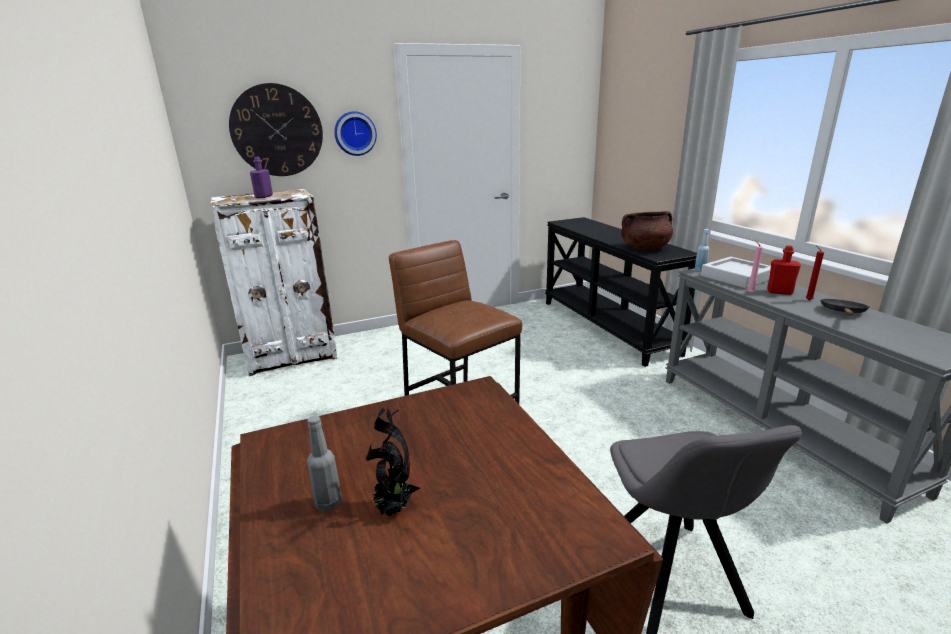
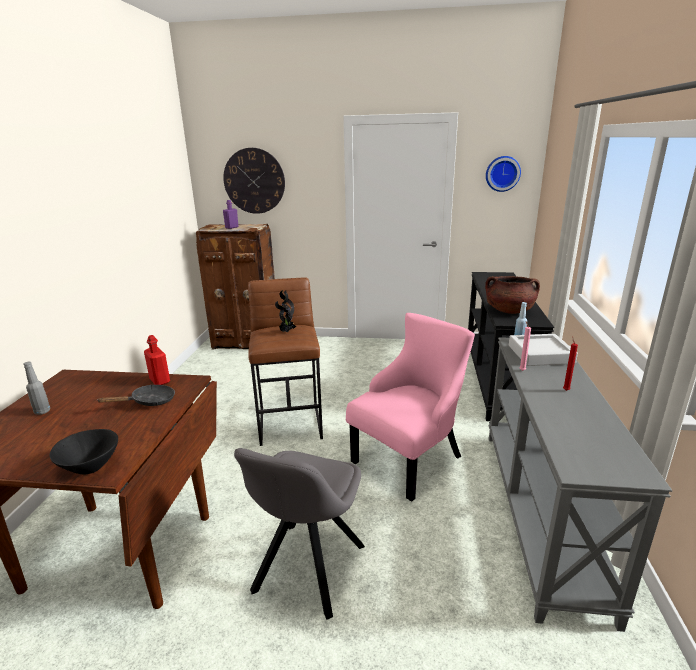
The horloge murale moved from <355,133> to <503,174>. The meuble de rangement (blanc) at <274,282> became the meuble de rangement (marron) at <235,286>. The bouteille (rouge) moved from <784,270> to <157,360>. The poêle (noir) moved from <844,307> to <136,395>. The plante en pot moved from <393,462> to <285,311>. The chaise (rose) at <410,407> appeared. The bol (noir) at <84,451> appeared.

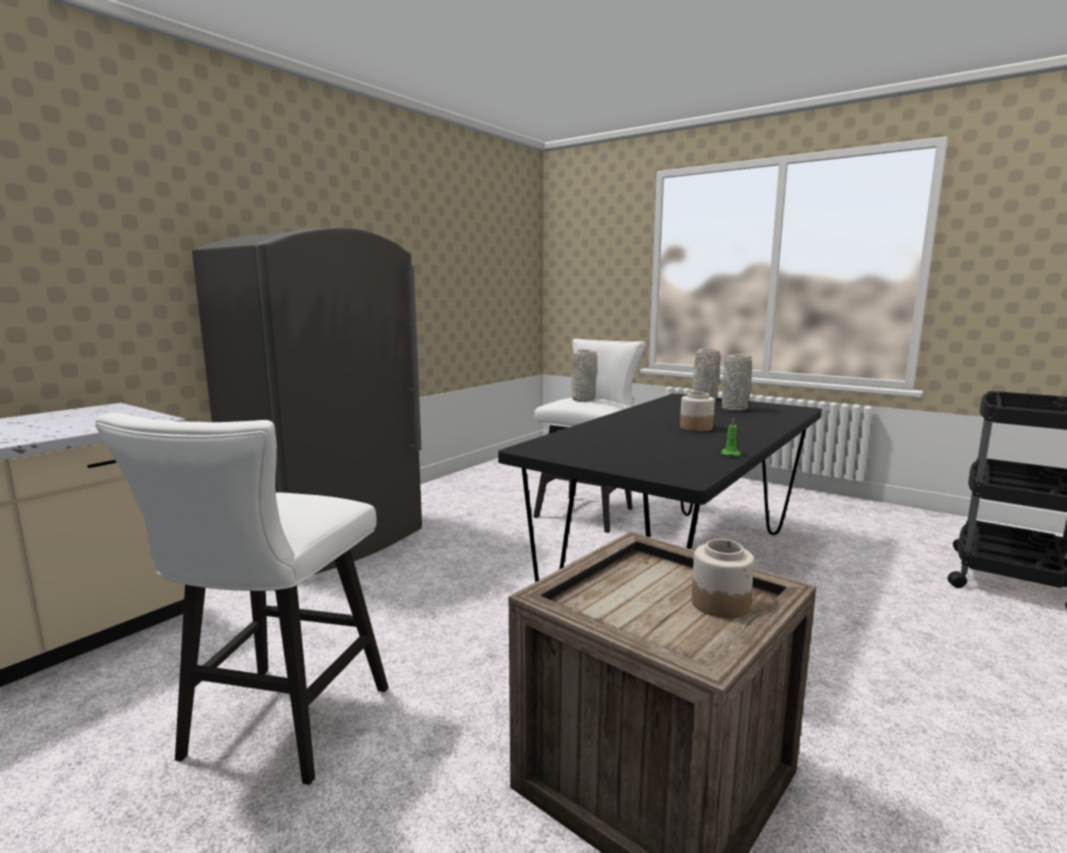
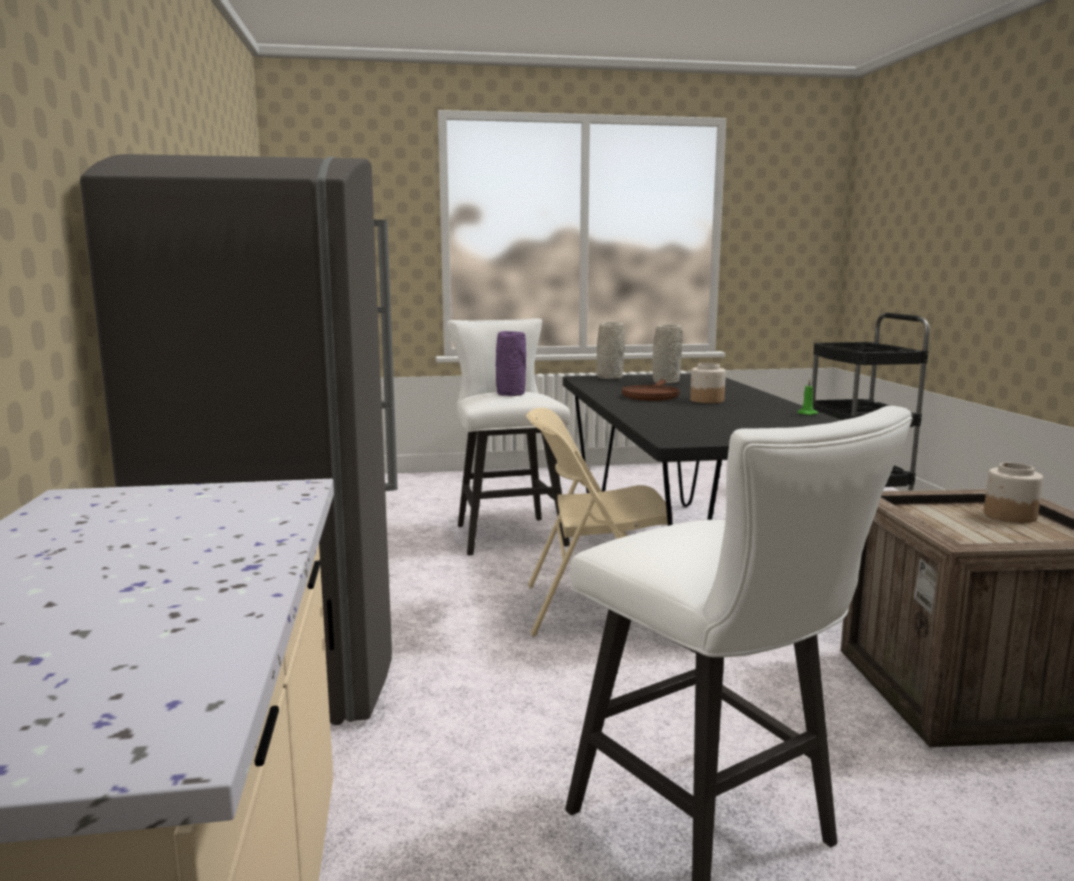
The vase (gris) at <584,375> became the vase (violet) at <511,363>. The poêle (marron) at <650,390> appeared. The chaise (beige) at <599,522> appeared.

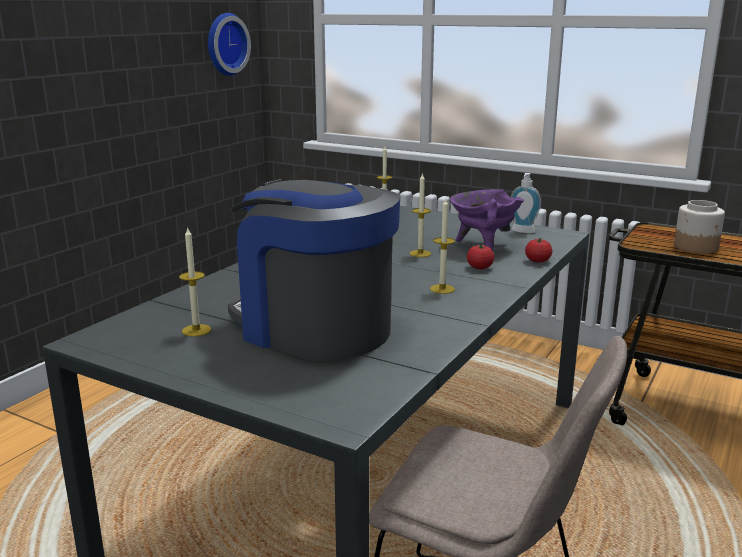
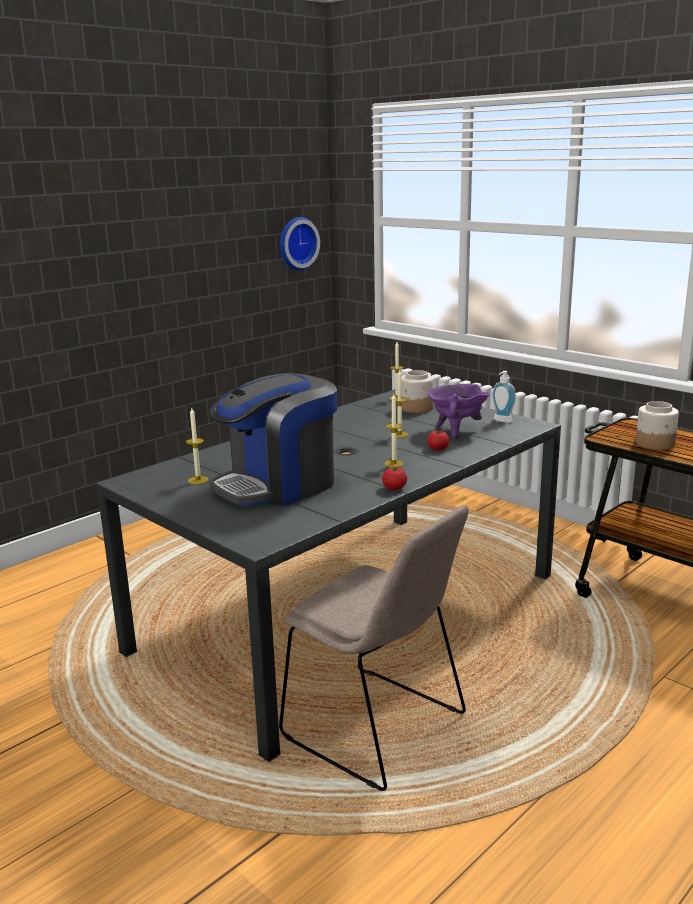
The machine à café at <314,270> turned 90 degrees counterclockwise. The tomate moved from <538,250> to <394,478>. The bocal at <418,391> appeared.

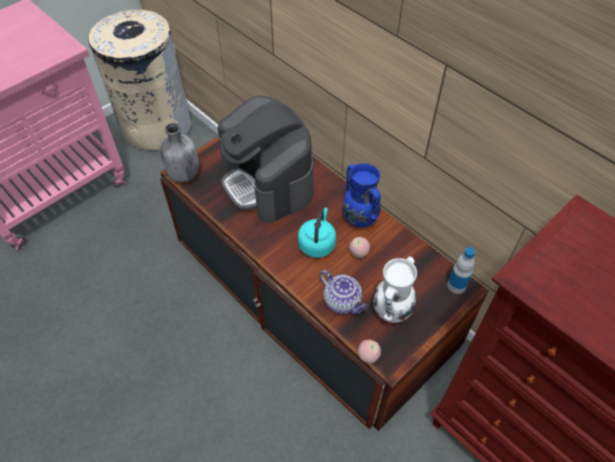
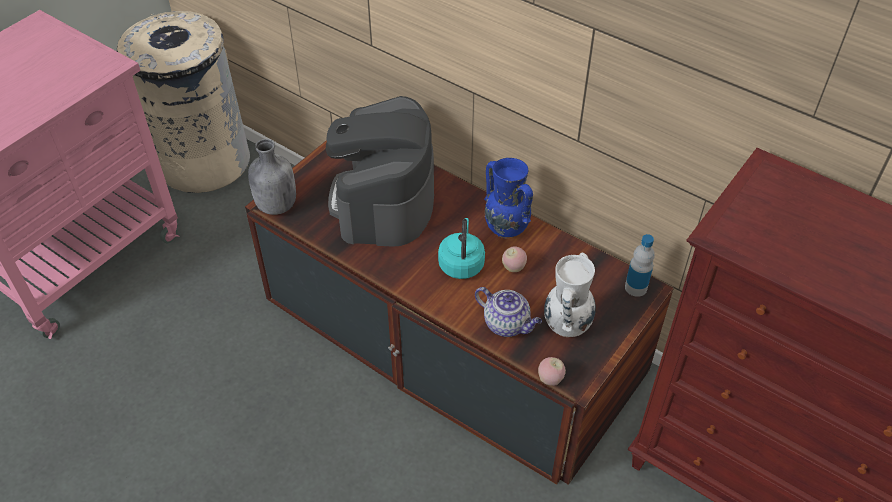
The machine à café at <265,159> turned 45 degrees clockwise.

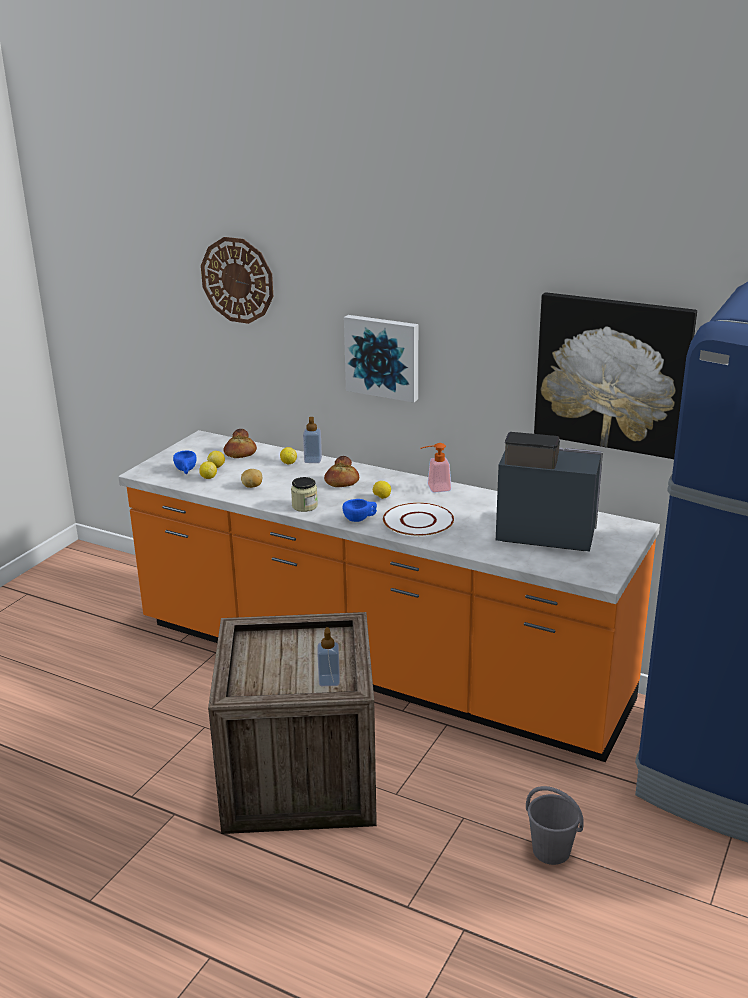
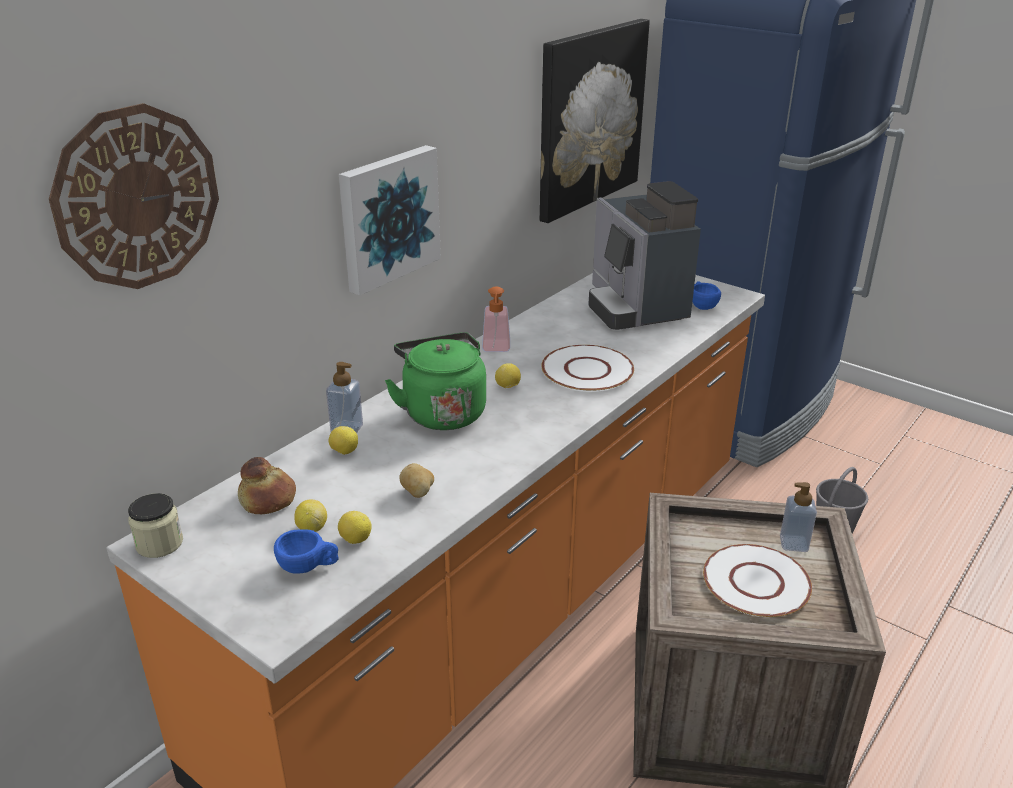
The machine à café at <549,491> turned 45 degrees counterclockwise. The pain at <341,471> was replaced by the bouilloire (vert) at <435,381>. The bocal moved from <304,494> to <155,525>. The tasse (bleu) moved from <359,510> to <706,295>. The assiette (blanc) at <757,580> appeared.

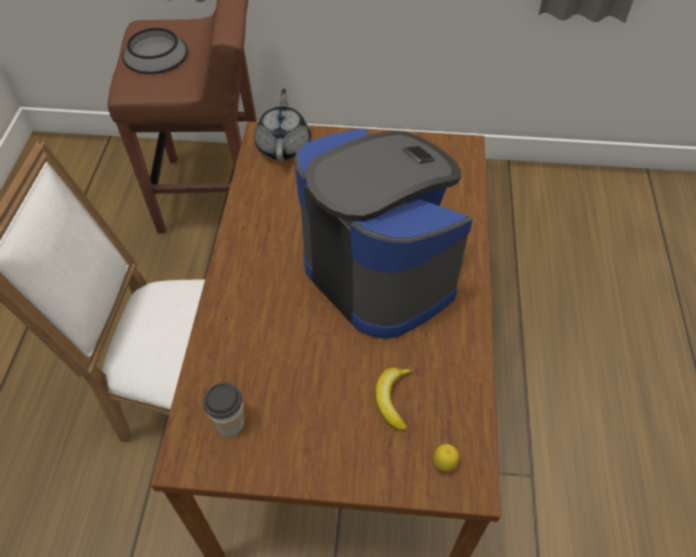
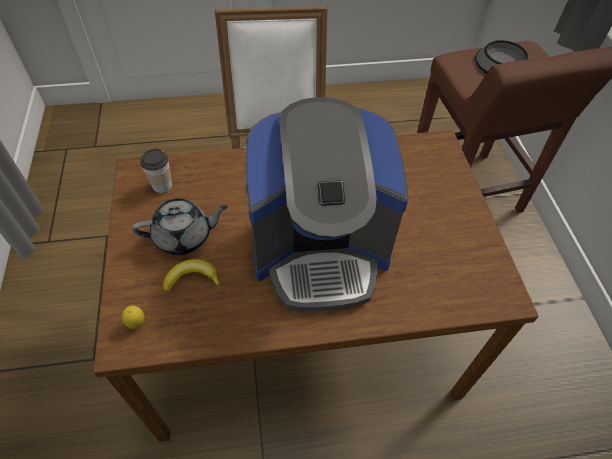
The théière (gris) moved from <283,125> to <180,226>. The machine à café at <384,233> turned 45 degrees clockwise.

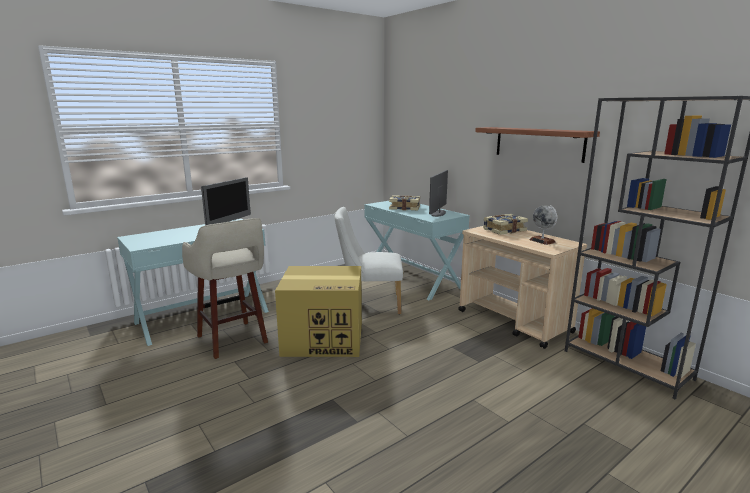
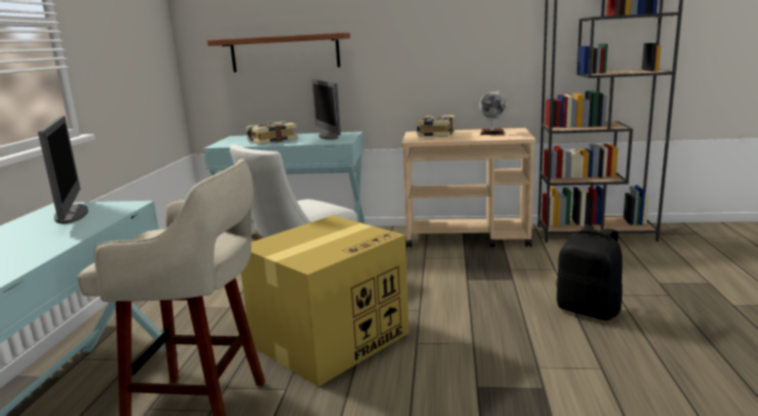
The étagère moved from <537,145> to <278,52>. The sac à dos (noir) at <589,272> appeared.

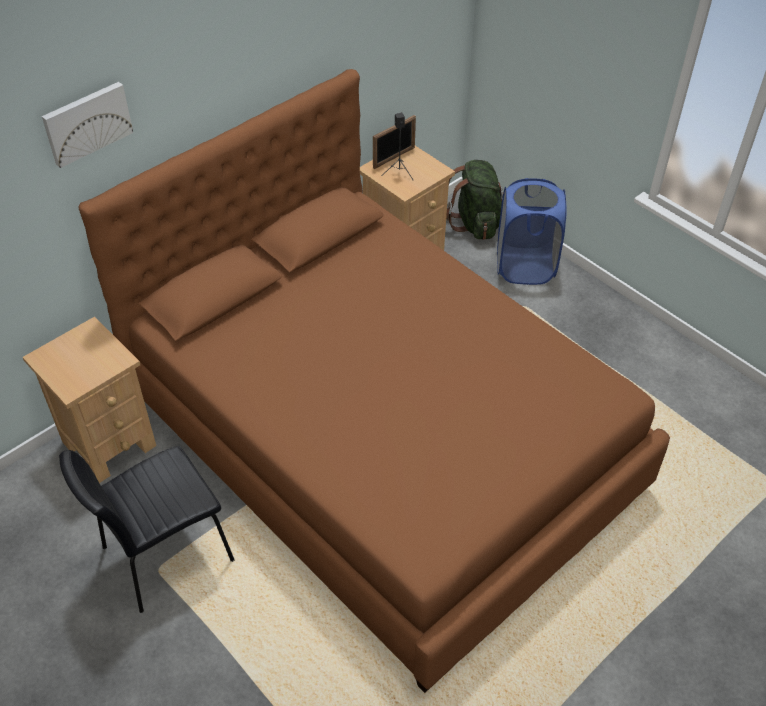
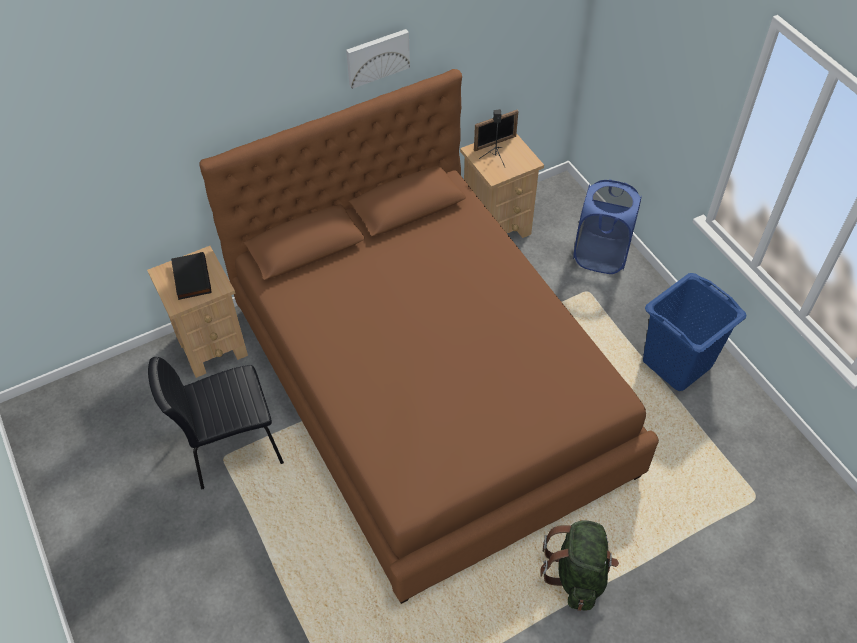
The tableau moved from <87,125> to <378,59>. The sac à dos (vert) moved from <475,200> to <580,565>. The livre (noir) at <191,276> appeared. The panier à linge (bleu) at <695,332> appeared.

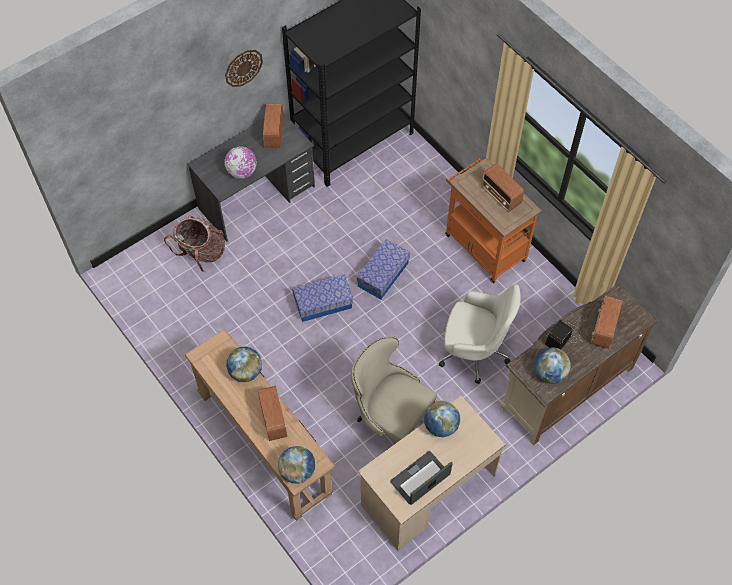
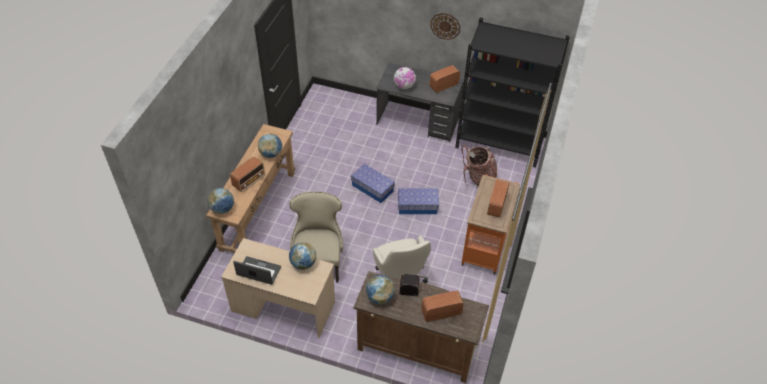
The sac à dos moved from <194,244> to <479,165>.

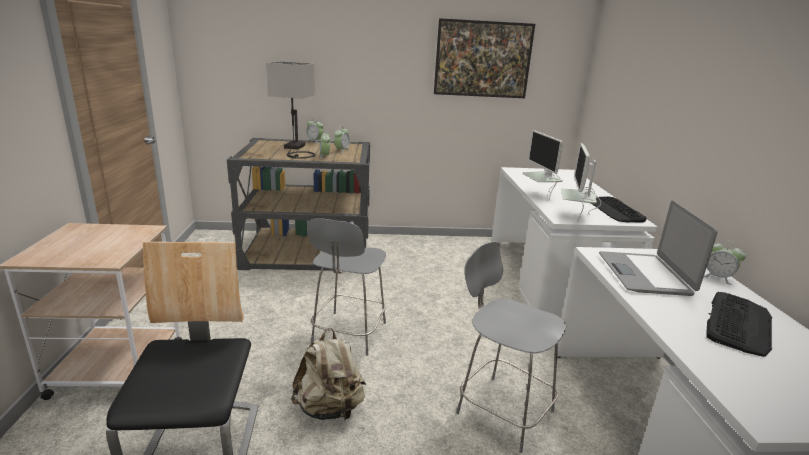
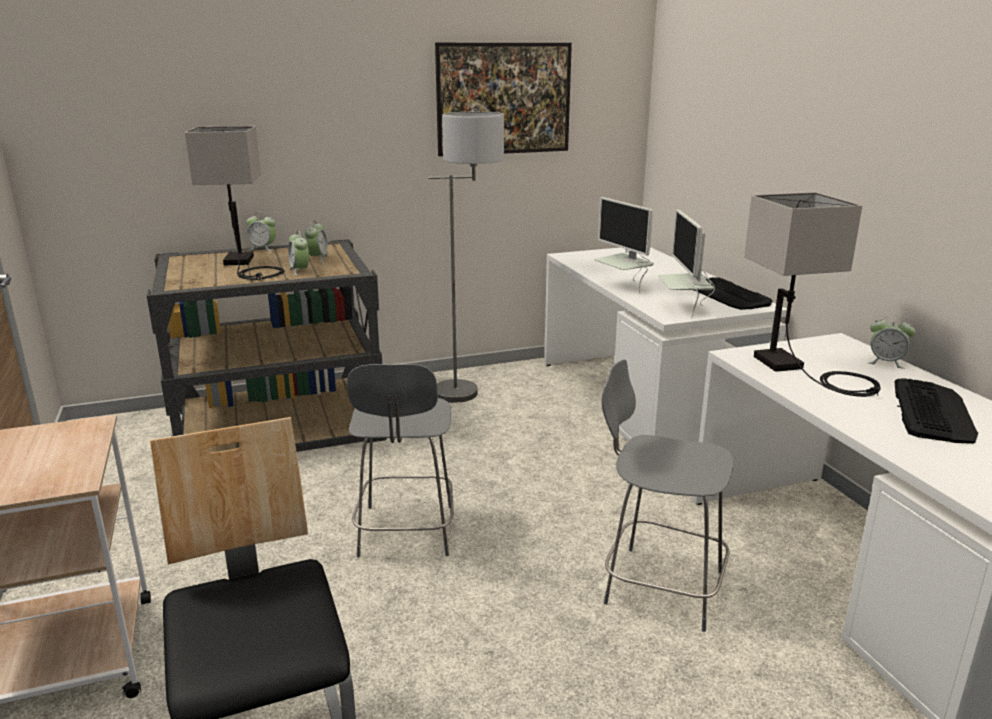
The ordinateur portable at <658,248> was replaced by the lampe de table at <812,294>. The sac à dos (beige) at <328,374> disappeared. The lampadaire (gris) at <466,257> appeared.

